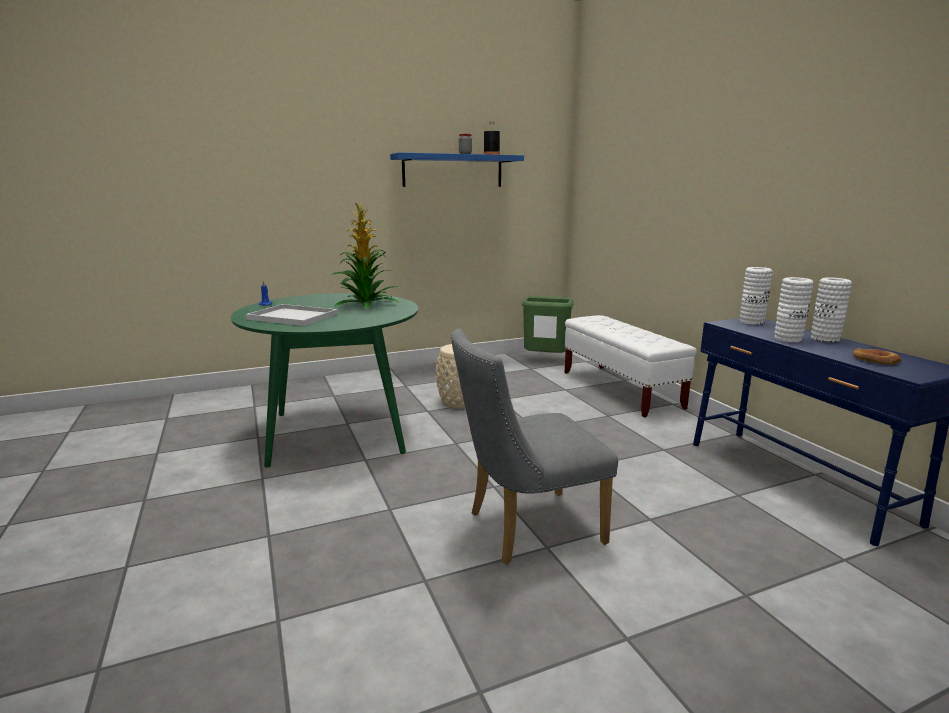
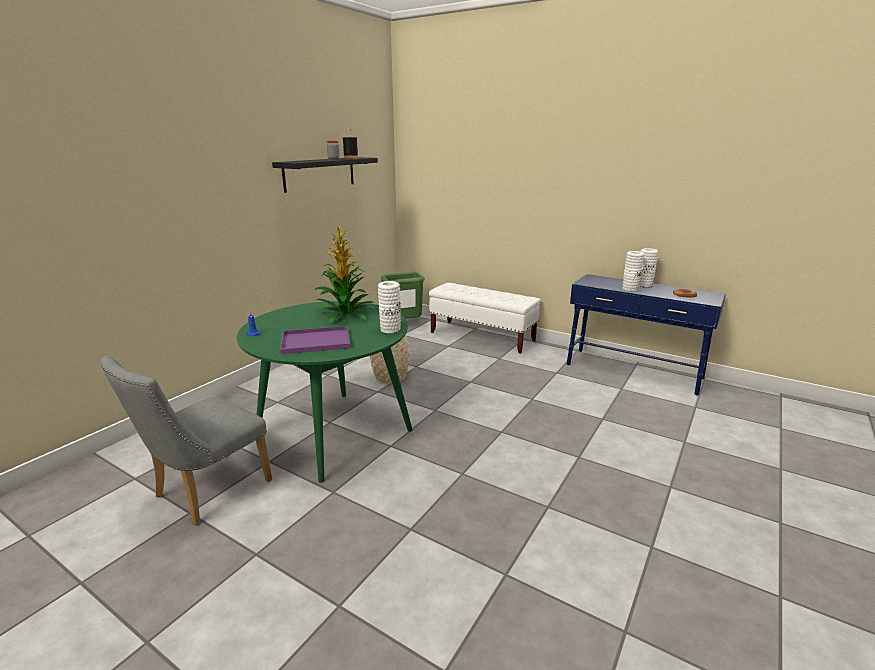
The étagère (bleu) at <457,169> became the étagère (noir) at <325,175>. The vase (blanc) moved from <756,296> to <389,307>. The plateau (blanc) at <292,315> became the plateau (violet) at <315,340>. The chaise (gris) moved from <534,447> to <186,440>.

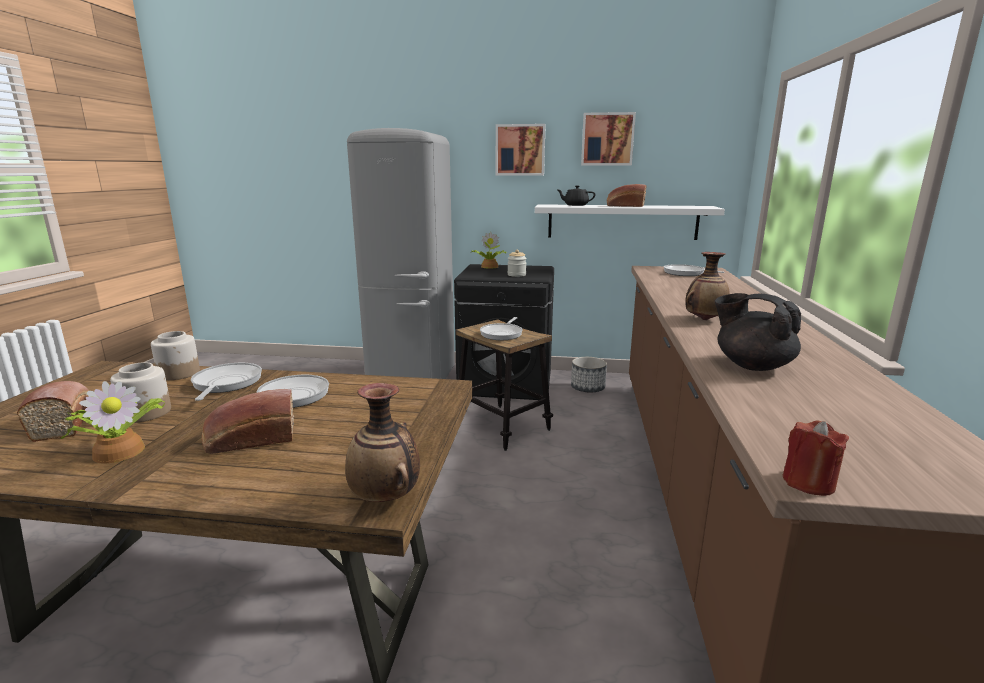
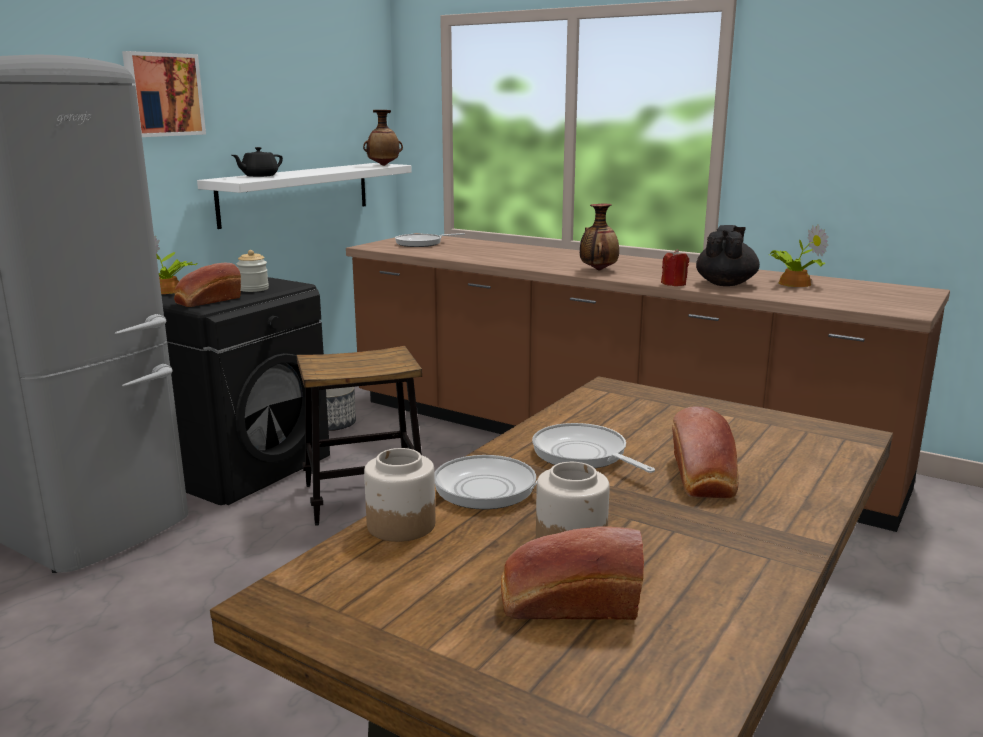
The tableau at <608,139> disappeared. The pain moved from <626,195> to <207,285>. The théière (noir) at <758,332> turned 135 degrees clockwise. The poêle at <501,328> disappeared. The plante en pot moved from <113,422> to <799,255>. The vase moved from <382,442> to <383,138>. The bougie (rouge) moved from <816,458> to <675,267>.

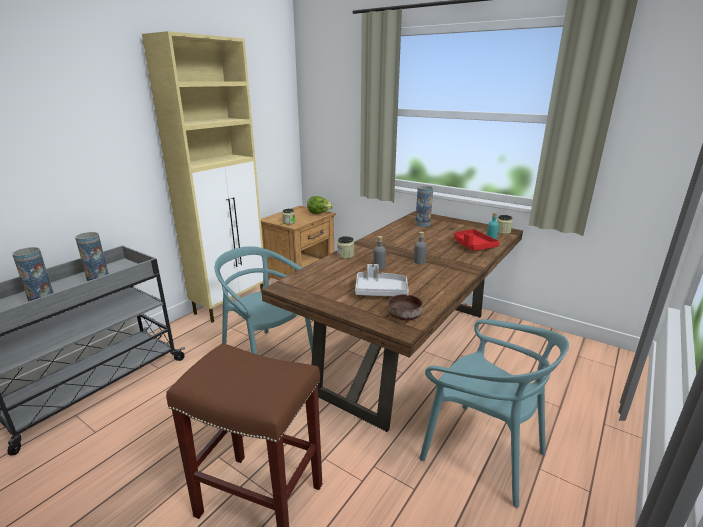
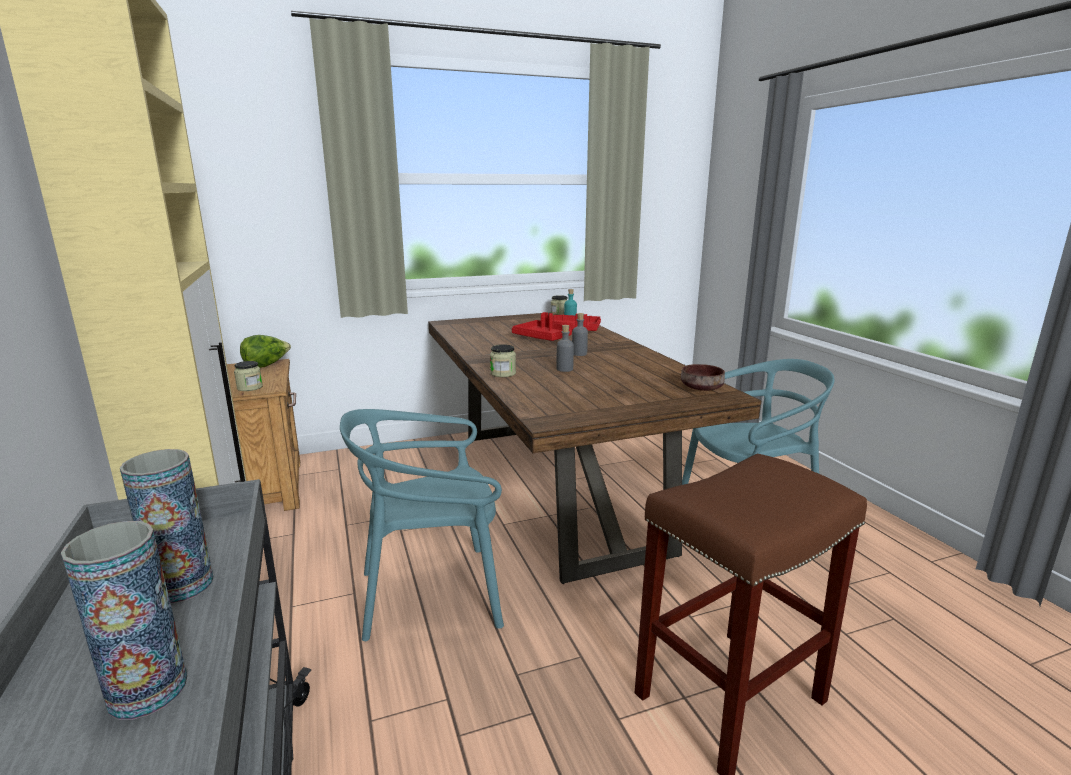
The vase at <424,206> disappeared. The plateau (gris) at <382,280> disappeared. The plateau (rouge) at <542,326> appeared.

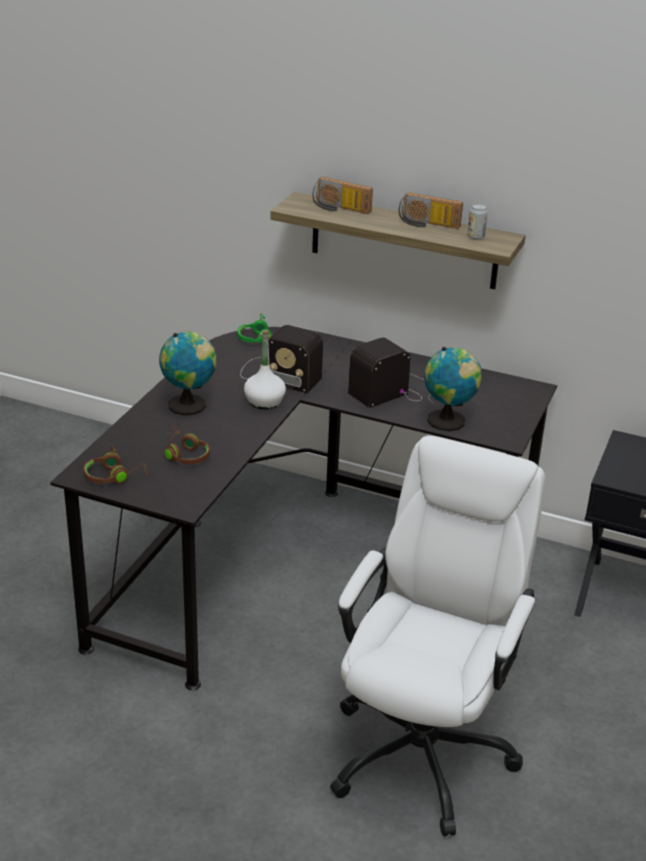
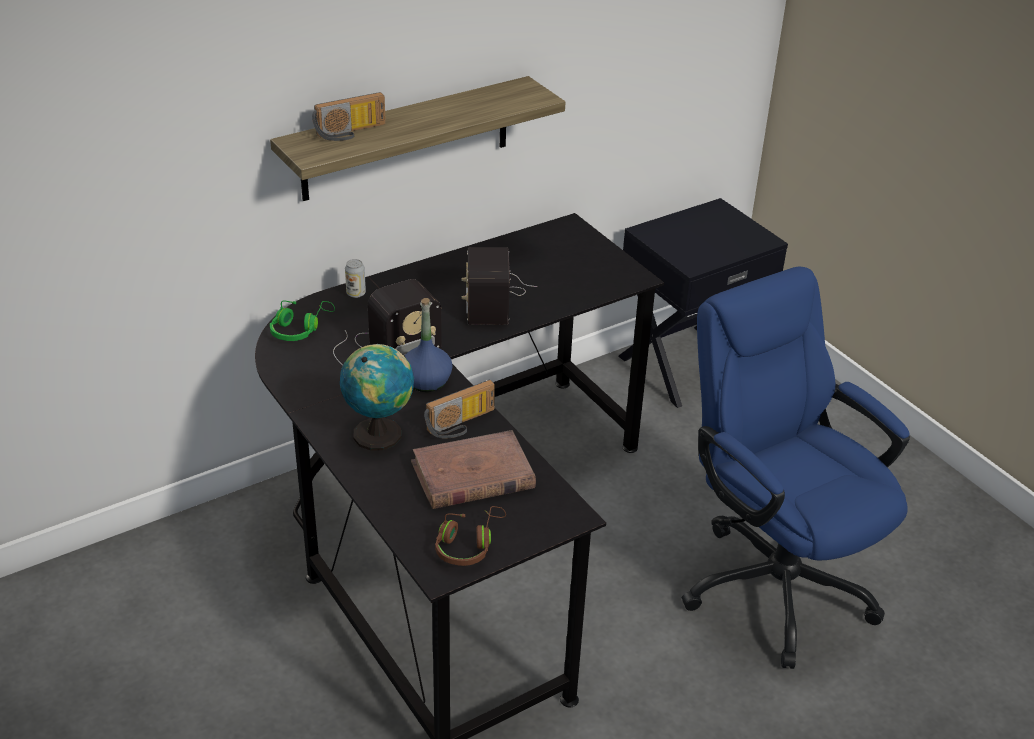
The radio moved from <431,210> to <459,409>. The boîte métallique moved from <478,222> to <355,278>. The bouteille (blanc) at <265,369> became the bouteille (bleu) at <429,345>. The globe at <453,389> disappeared. The casque audio (marron) at <187,443> was replaced by the livre (marron) at <473,469>. The chaise de bureau (blanc) at <437,636> became the chaise de bureau (bleu) at <796,468>.

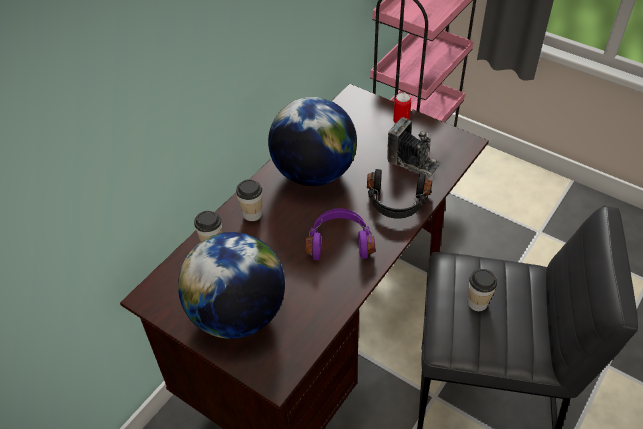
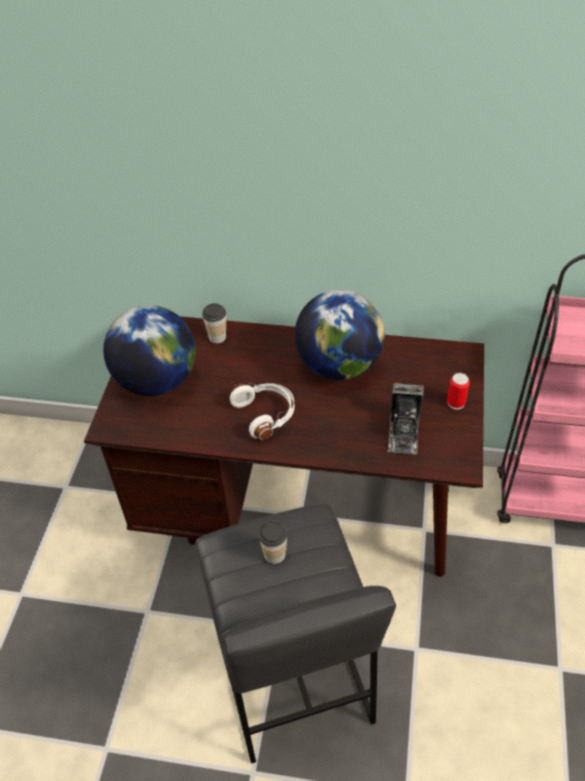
The casque audio (noir) at <399,194> disappeared. The tasse at <249,200> disappeared. The casque audio (violet) at <340,234> became the casque audio (blanc) at <262,411>.

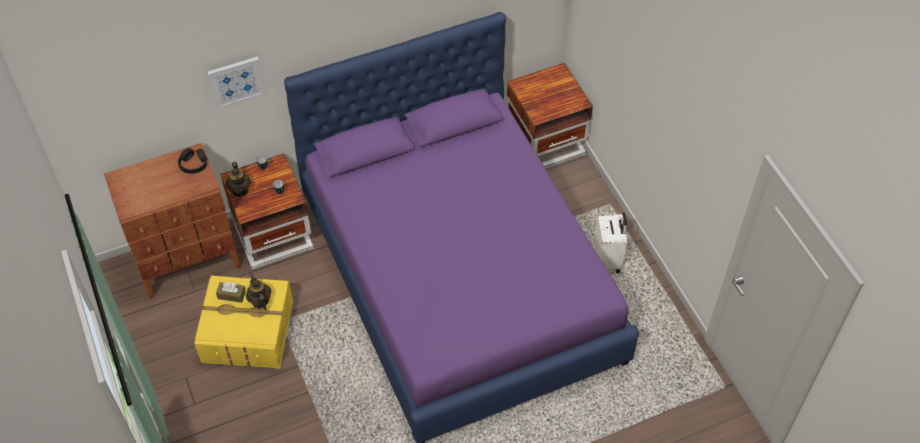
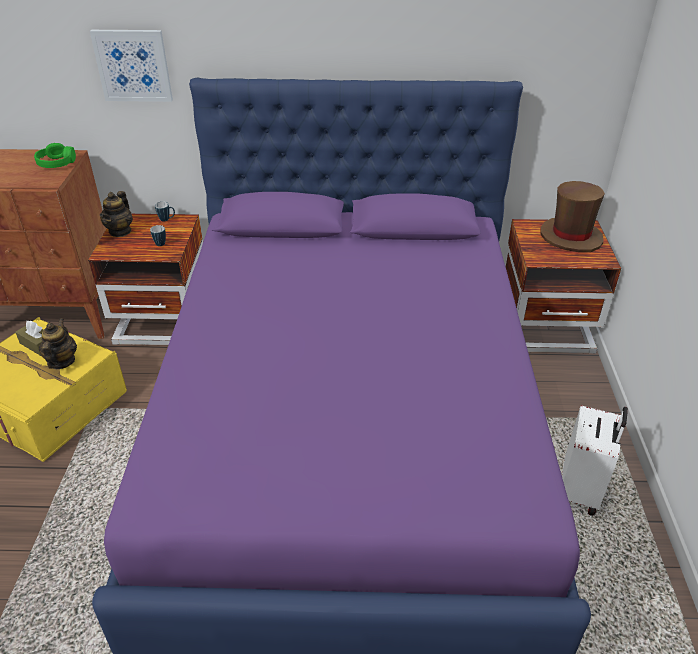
The casque audio (noir) at <192,161> became the casque audio (vert) at <55,155>. The chapeau (marron) at <573,216> appeared.

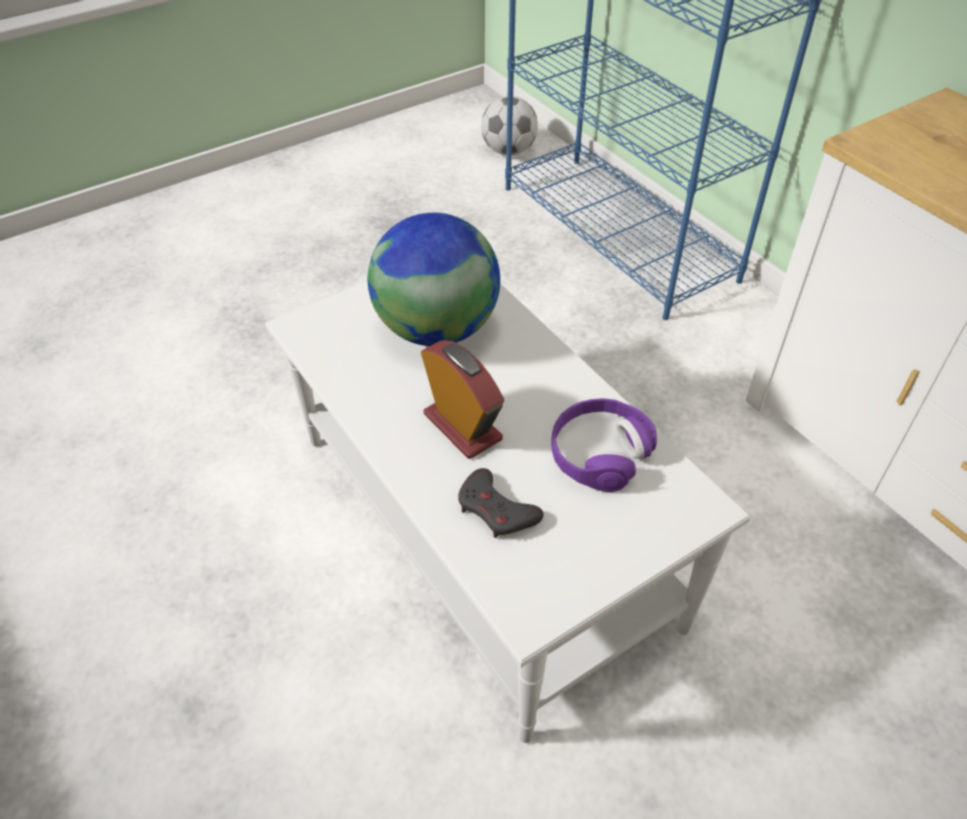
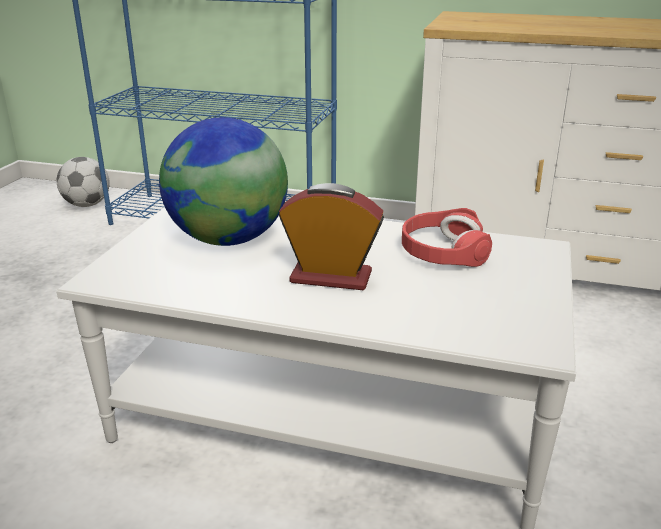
The casque audio (violet) at <604,445> became the casque audio (rouge) at <447,237>. The manette (gris) at <501,503> disappeared.

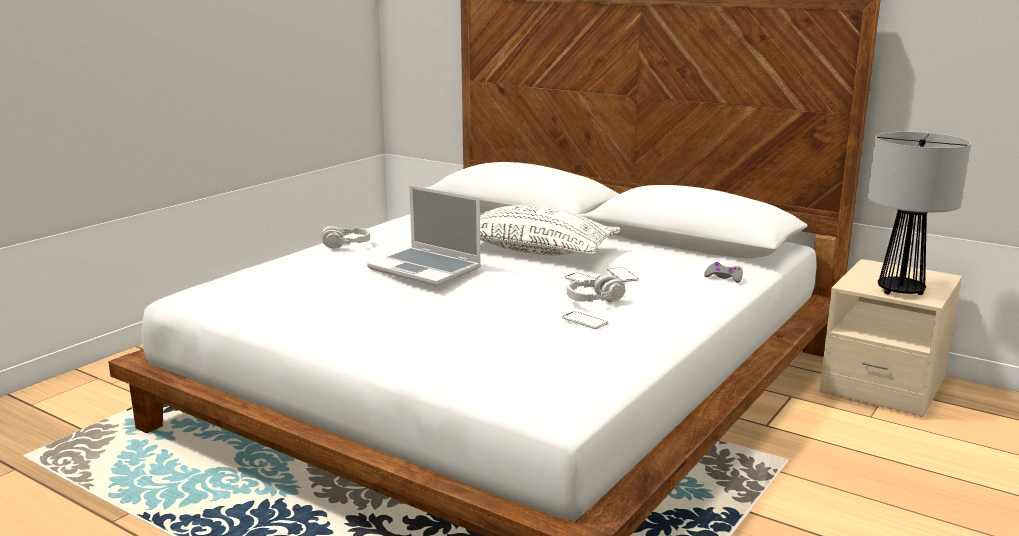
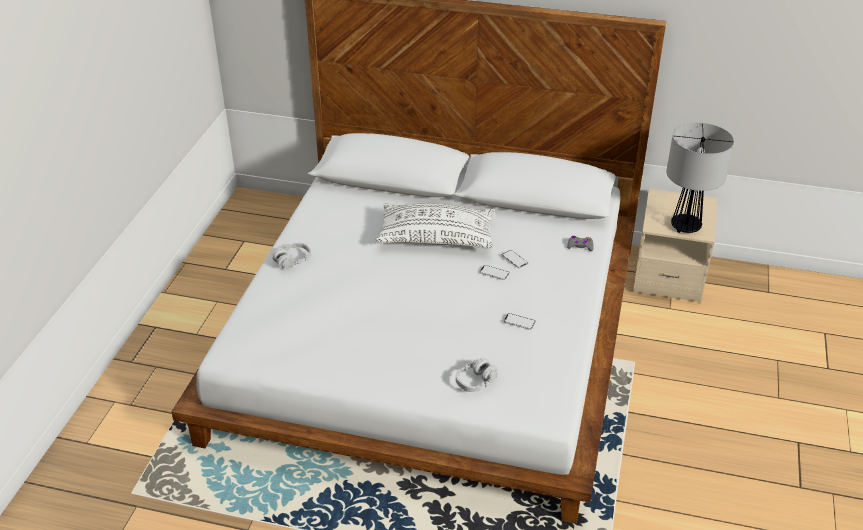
The ordinateur portable at <424,236> disappeared. The casque audio (gris) moved from <596,288> to <477,375>.

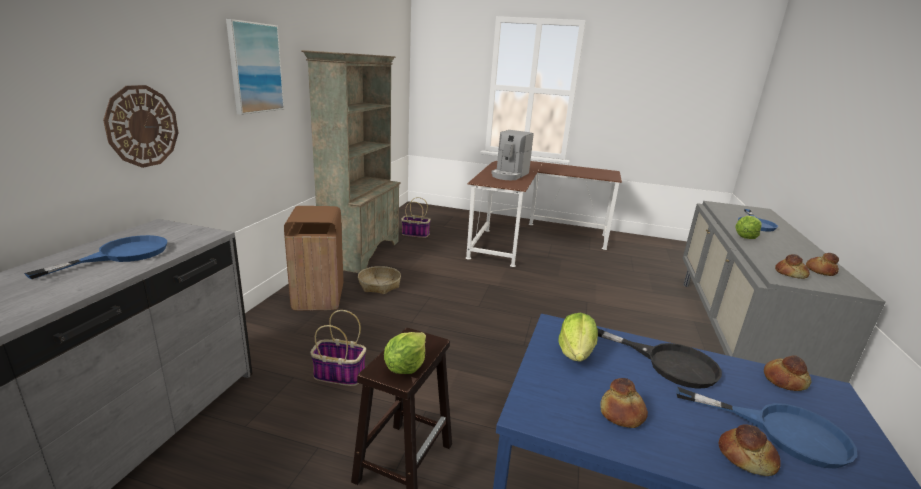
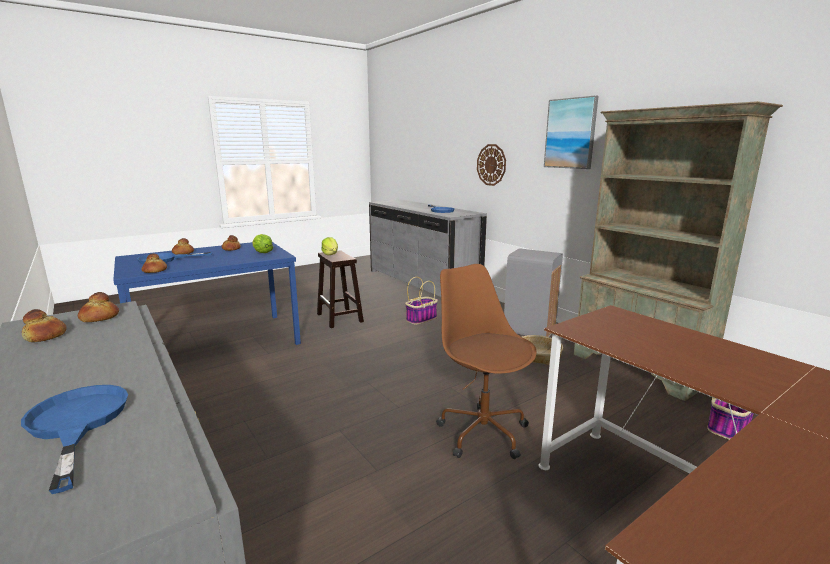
The machine à café at <512,155> disappeared. The poubelle (marron) at <313,258> became the poubelle (gris) at <533,292>. The laitue at <748,227> disappeared. The poêle (noir) at <659,358> disappeared. The chaise de bureau (marron) at <486,361> appeared.

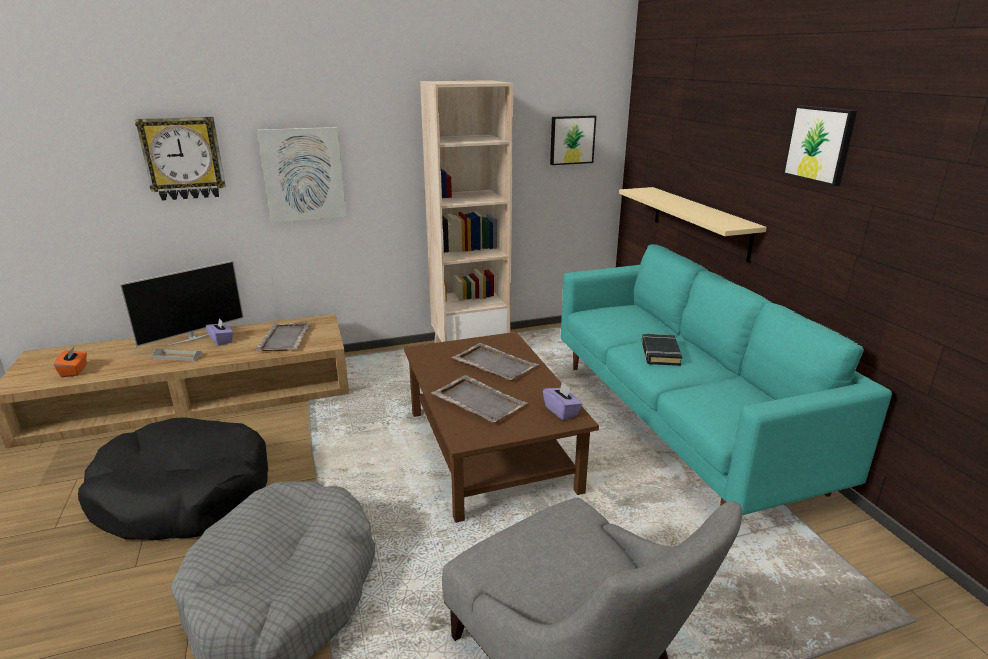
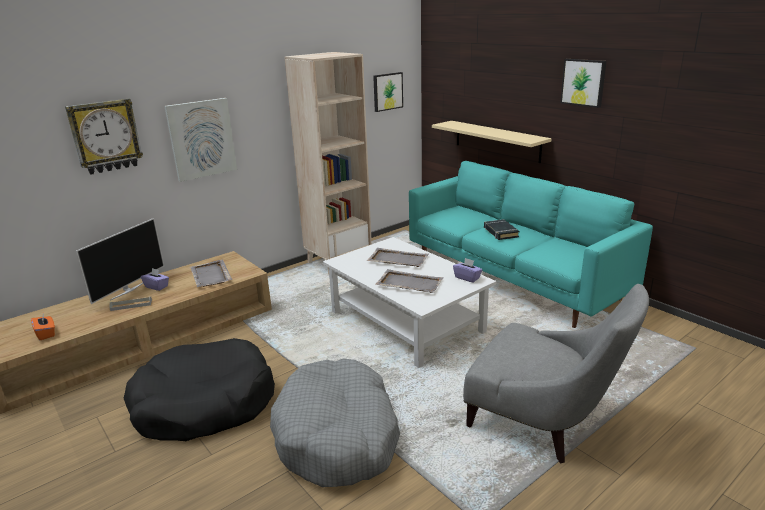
The table basse (marron) at <501,427> became the table basse (blanc) at <409,302>.

